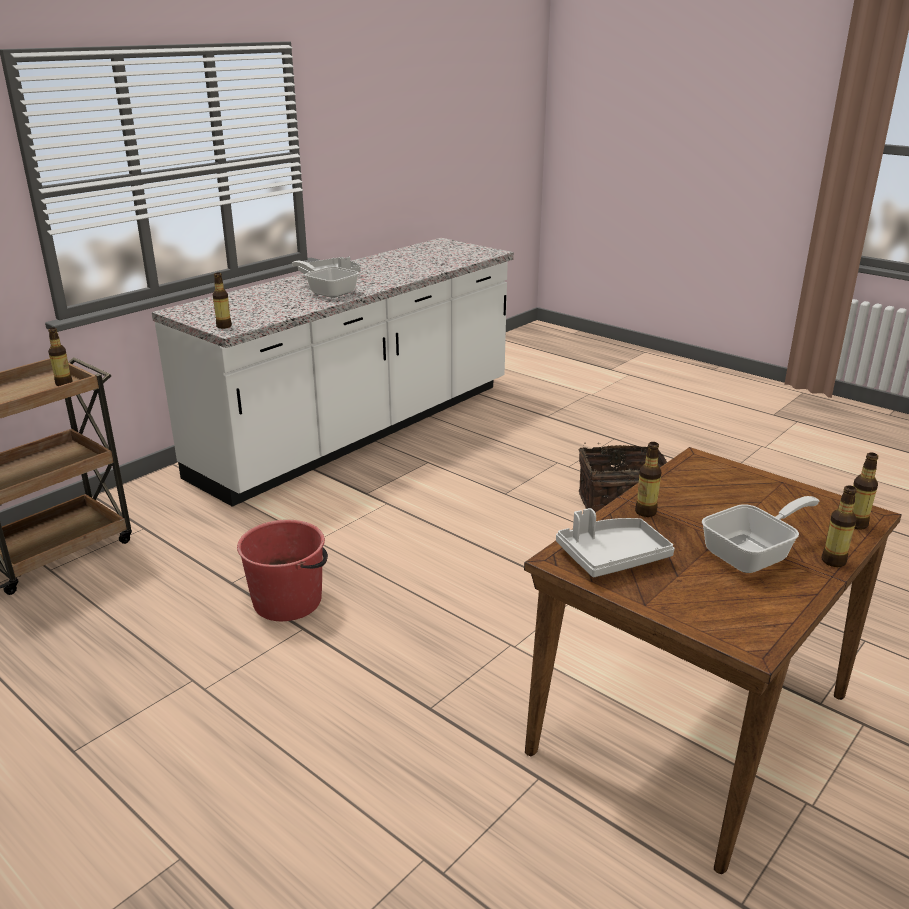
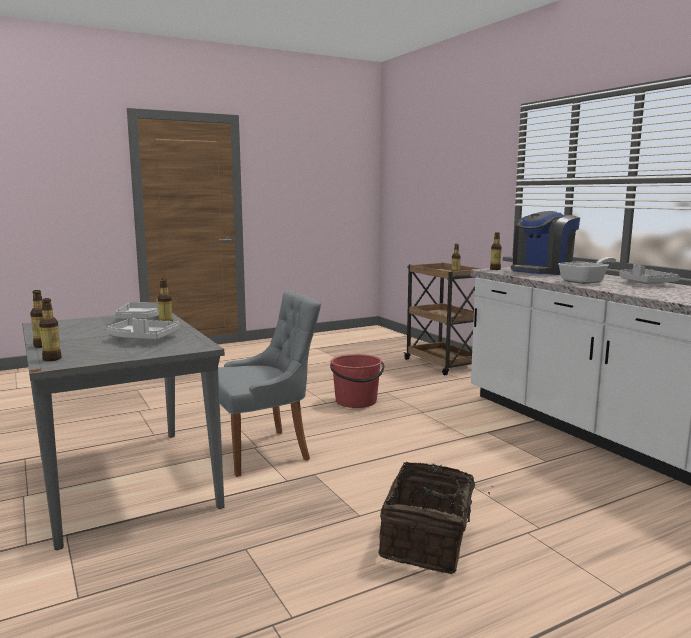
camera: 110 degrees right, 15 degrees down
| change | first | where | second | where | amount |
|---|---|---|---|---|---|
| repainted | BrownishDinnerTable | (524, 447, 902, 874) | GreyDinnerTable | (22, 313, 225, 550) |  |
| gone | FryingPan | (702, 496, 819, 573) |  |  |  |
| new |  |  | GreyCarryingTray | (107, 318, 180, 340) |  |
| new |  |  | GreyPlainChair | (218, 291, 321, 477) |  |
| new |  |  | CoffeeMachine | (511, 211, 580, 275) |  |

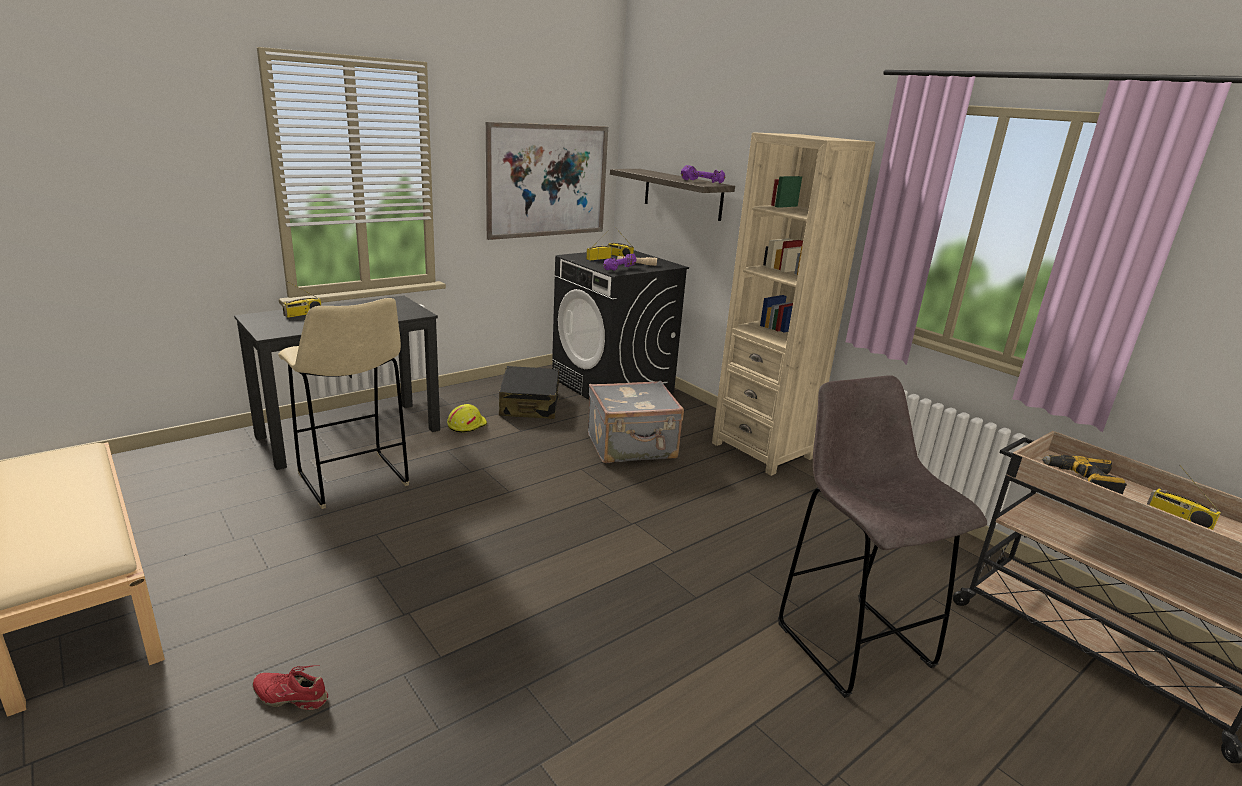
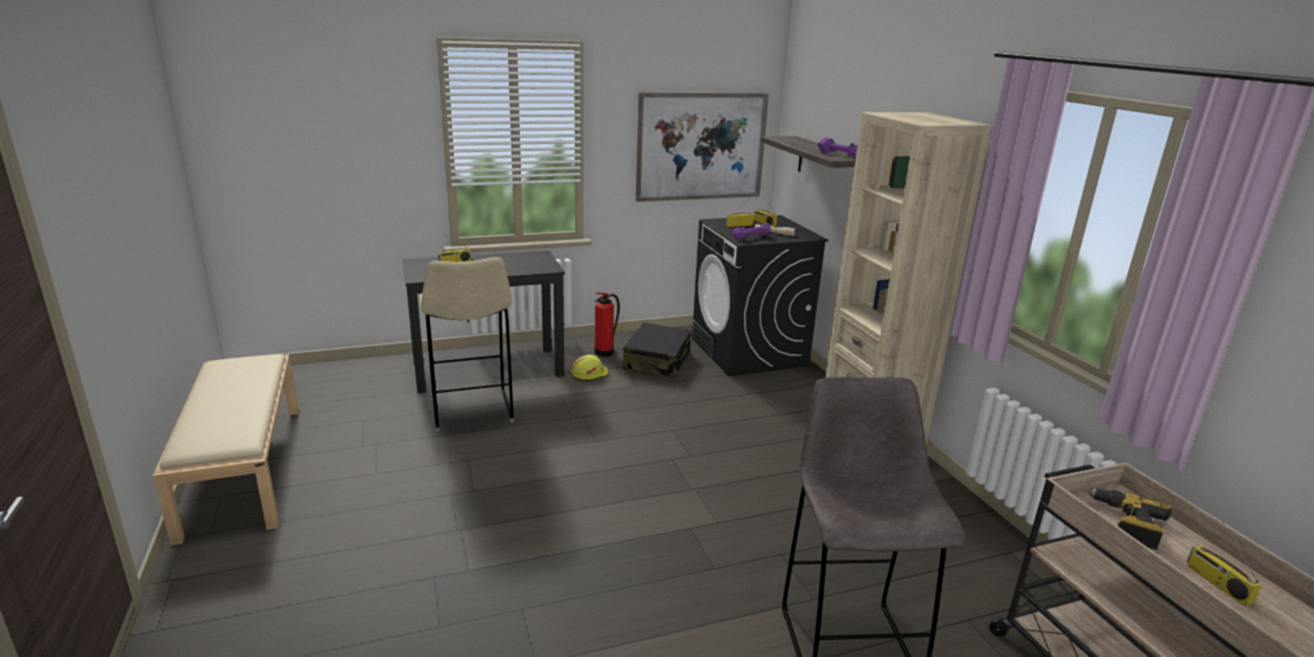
camera: 20 degrees right, 0 degrees up
| change | first | where | second | where | amount |
|---|---|---|---|---|---|
| gone | ReddishShoe | (252, 665, 328, 710) |  |  |  |
| gone | GreySuitcase | (588, 380, 684, 463) |  |  |  |
| new |  |  | FireExtinguisher | (594, 292, 620, 357) |  |

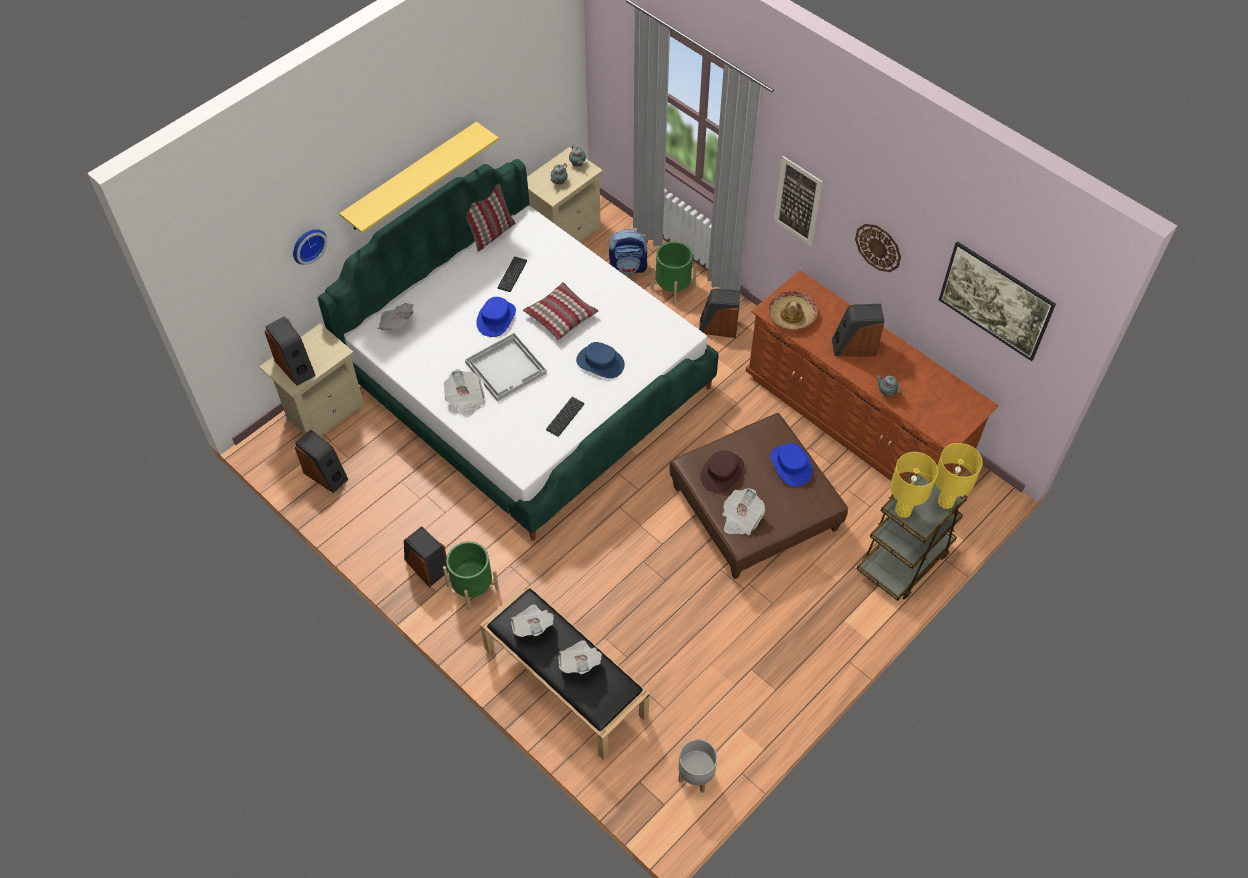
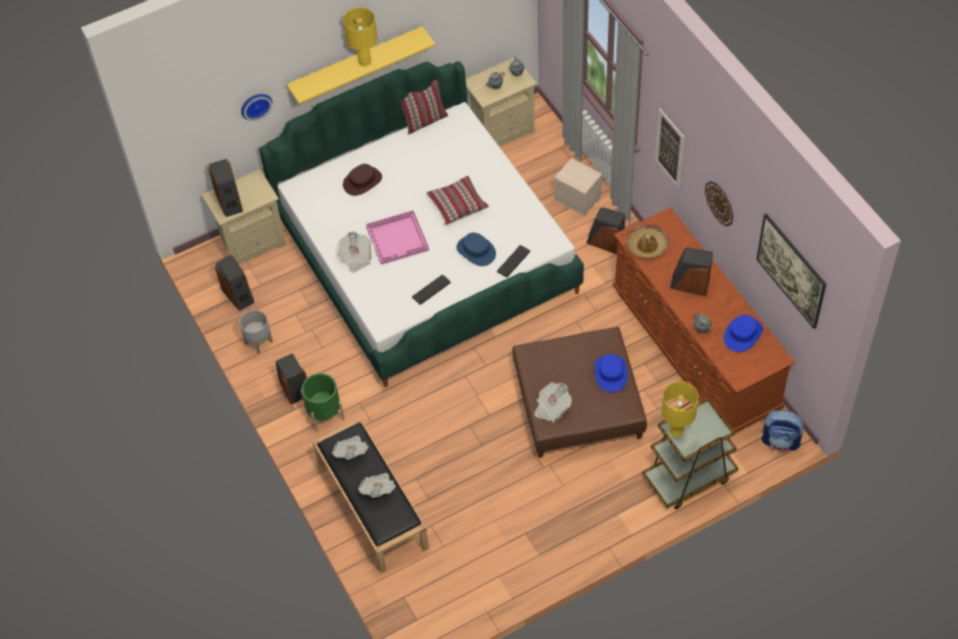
camera: 20 degrees right, 0 degrees up
| change | first | where | second | where | amount |
|---|---|---|---|---|---|
| gone | DailyPaper | (378, 303, 414, 330) |  |  |  |
| repainted | WhitishCarryingTray | (465, 333, 547, 401) | PinkishCarryingTray | (366, 210, 429, 265) |  |
| shifted | BlueColouredHat | (476, 297, 516, 337) |  | (724, 315, 763, 352) |  |
| shifted | Keyboard | (498, 257, 527, 292) |  | (497, 245, 530, 278) |  |
| shifted | Rucksack | (609, 229, 648, 274) |  | (761, 410, 805, 451) |  |
| swapped | GreenColouredPlantPot | (651, 242, 697, 305) | SandColouredStorageContainer | (554, 158, 602, 216) |  |
| shifted | GreyPlantPot | (678, 739, 717, 793) |  | (239, 310, 273, 354) |  |
| shifted | BrownishHat | (700, 450, 744, 493) |  | (343, 164, 382, 196) |  |
| shifted | YellowishTabletopLamp | (935, 443, 982, 509) |  | (343, 7, 377, 67) |  |

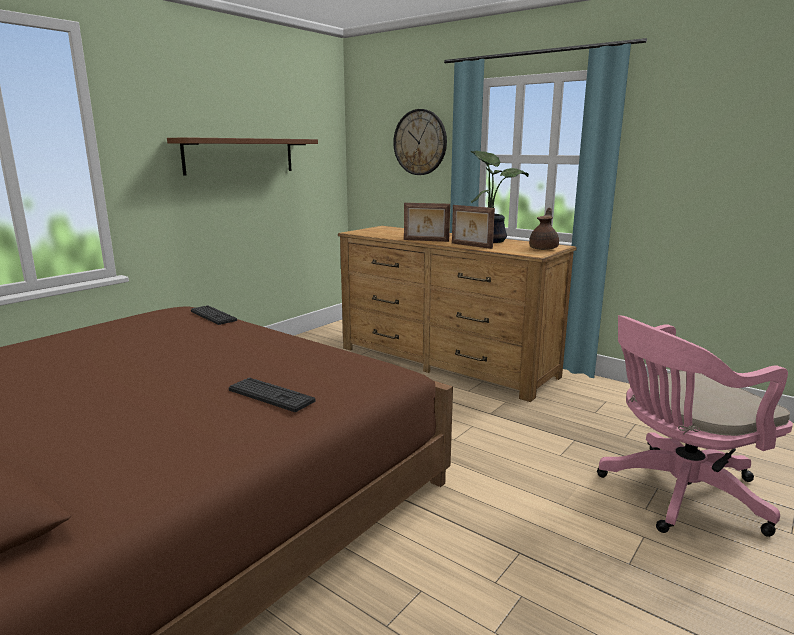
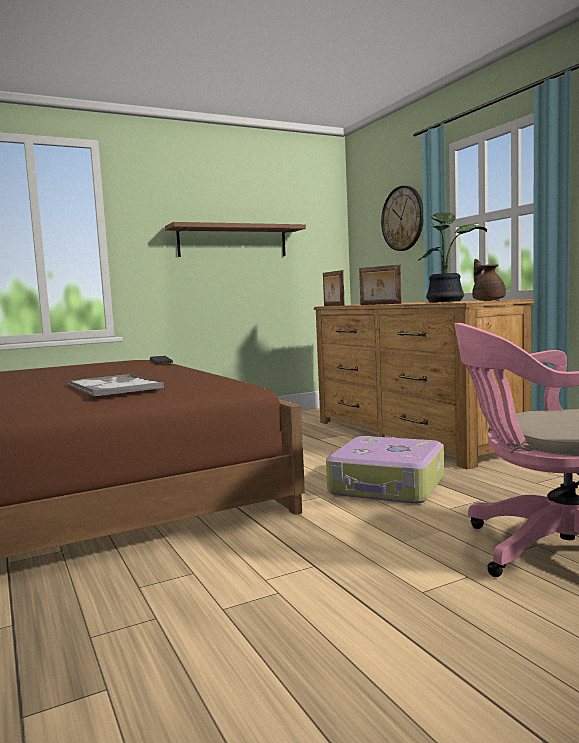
camera: 25 degrees right, 10 degrees down
| change | first | where | second | where | amount |
|---|---|---|---|---|---|
| swapped | Keyboard | (229, 377, 315, 412) | CarryingTray | (68, 374, 164, 397) |  |
| shifted | PictureFrame | (452, 205, 495, 249) |  | (323, 270, 345, 306) |  |
| rotated | BrownishPotForTea | (529, 208, 559, 250) |  | (472, 259, 506, 301) | 60 degrees counterclockwise |
| new |  |  | Suitcase | (326, 436, 444, 504) |  |

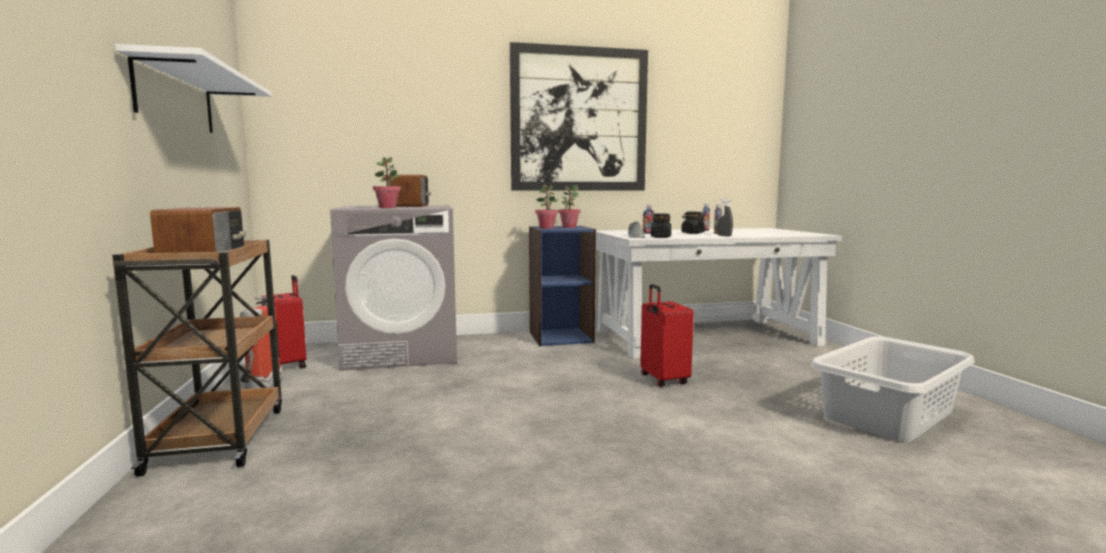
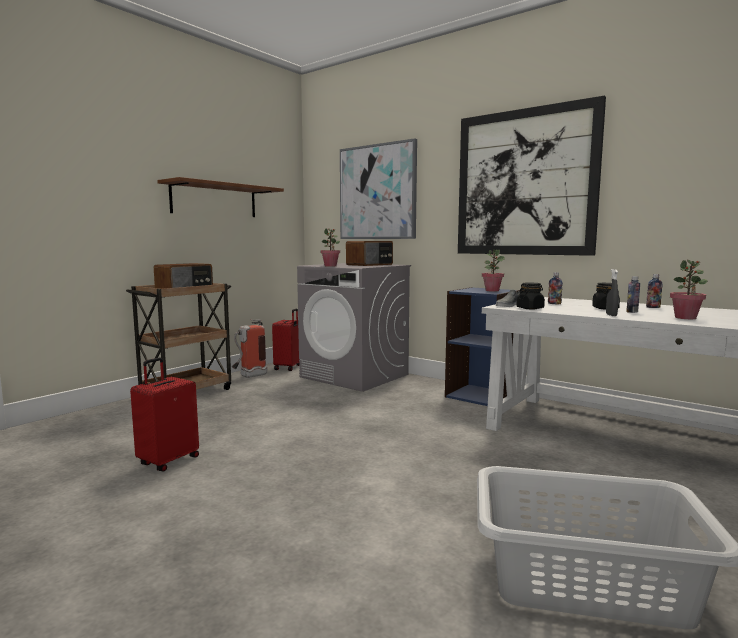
camera: 50 degrees right, 0 degrees up
| change | first | where | second | where | amount |
|---|---|---|---|---|---|
| repainted | WhitishShelf | (115, 44, 272, 133) | BrownishShelf | (157, 177, 284, 217) |  |
| shifted | PottedPlant | (535, 184, 558, 229) |  | (670, 260, 708, 319) |  |
| shifted | ReddishSuitcase | (640, 284, 694, 387) |  | (130, 358, 199, 472) |  |
| new |  |  | WallArt | (340, 138, 417, 239) |  |

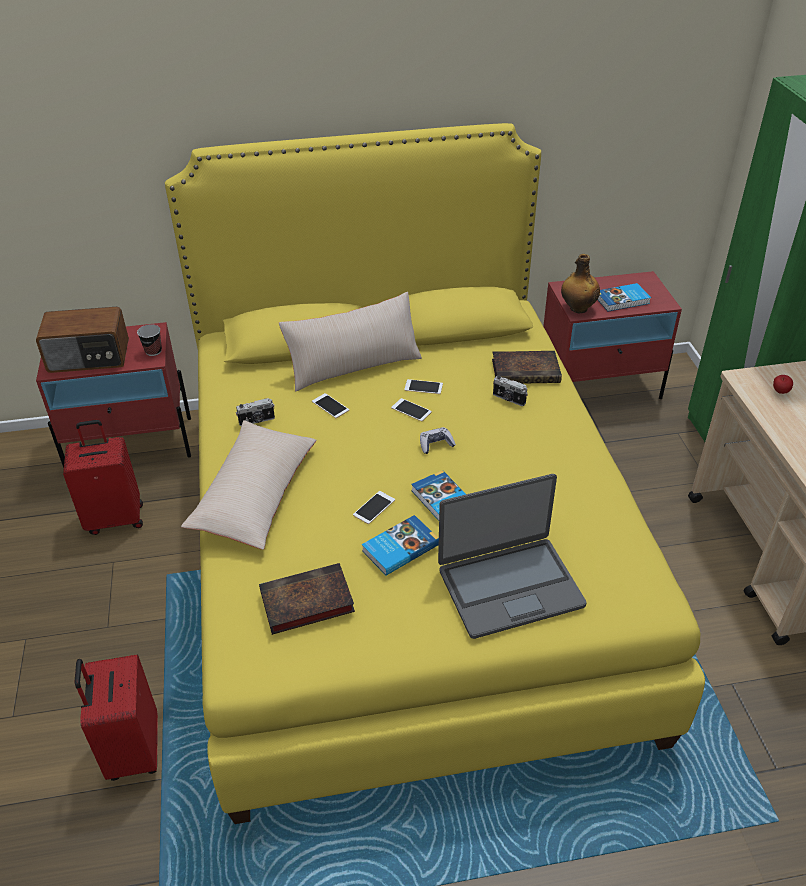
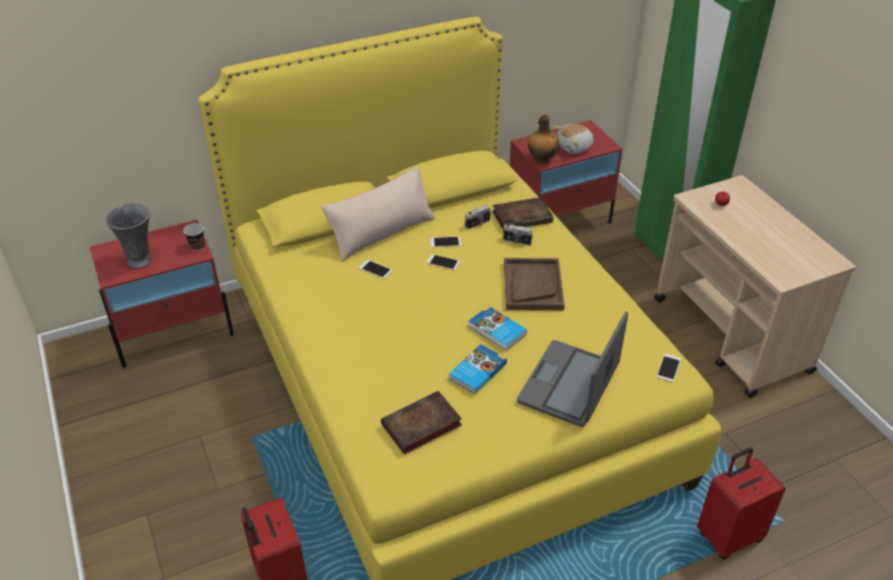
camera: 15 degrees left, 0 degrees up
| change | first | where | second | where | amount |
|---|---|---|---|---|---|
| swapped | RadioReceiver | (36, 307, 129, 373) | GreyFlowerVase | (105, 203, 152, 269) |  |
| shifted | ReddishSuitcase | (63, 420, 143, 535) |  | (697, 447, 786, 560) |  |
| gone | SandColouredThrowPillow | (181, 420, 316, 550) |  |  |  |
| shifted | StillCamera | (236, 398, 275, 426) |  | (465, 205, 491, 229) |  |
| shifted | Phone | (353, 491, 395, 524) |  | (656, 354, 681, 382) |  |
| gone | Gamepad | (420, 427, 456, 454) |  |  |  |
| rotated | NotebookComputer | (438, 474, 587, 639) |  | (517, 311, 628, 427) | 150 degrees clockwise |
| swapped | Volume | (597, 283, 651, 311) | PlushToy | (553, 124, 594, 154) |  |
| new |  |  | BrownishCarryingTray | (504, 258, 565, 310) |  |

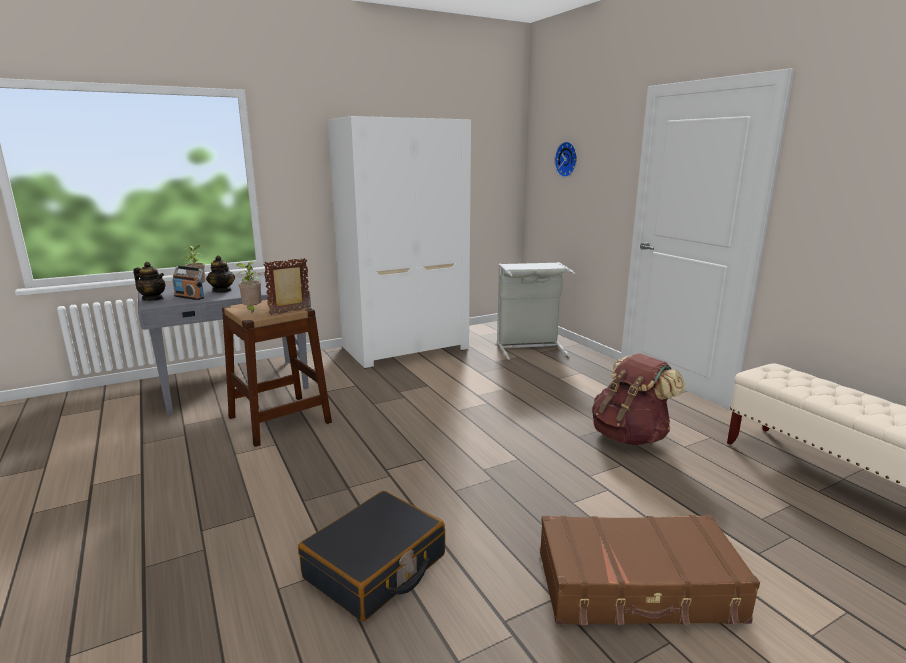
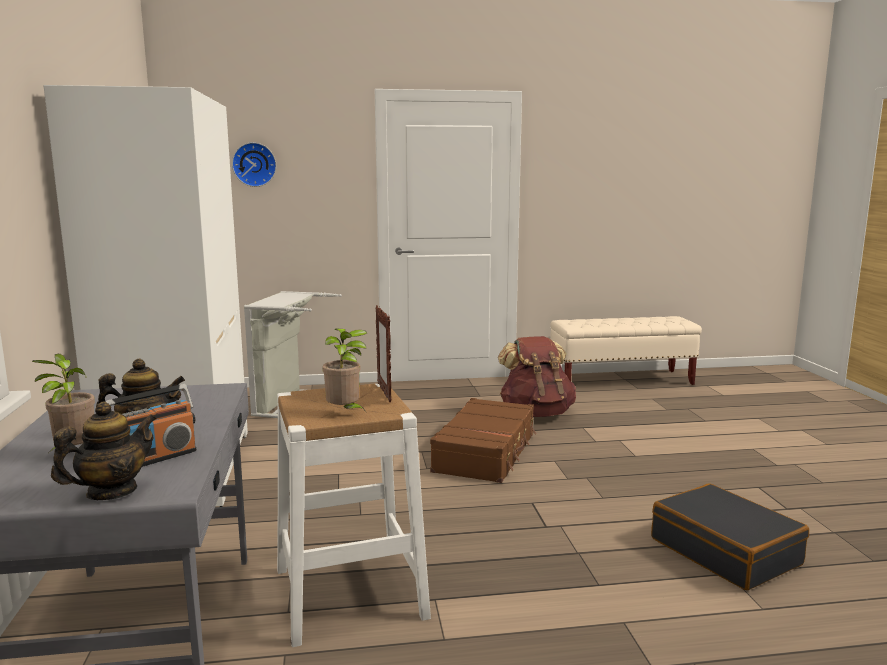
camera: 70 degrees left, 5 degrees down
| change | first | where | second | where | amount |
|---|---|---|---|---|---|
| repainted | BrownishSittingStool | (222, 300, 332, 447) | WhitishSittingStool | (277, 384, 431, 647) |  |
| shifted | BrownishSuitcase | (540, 515, 760, 625) |  | (430, 398, 536, 483) |  |

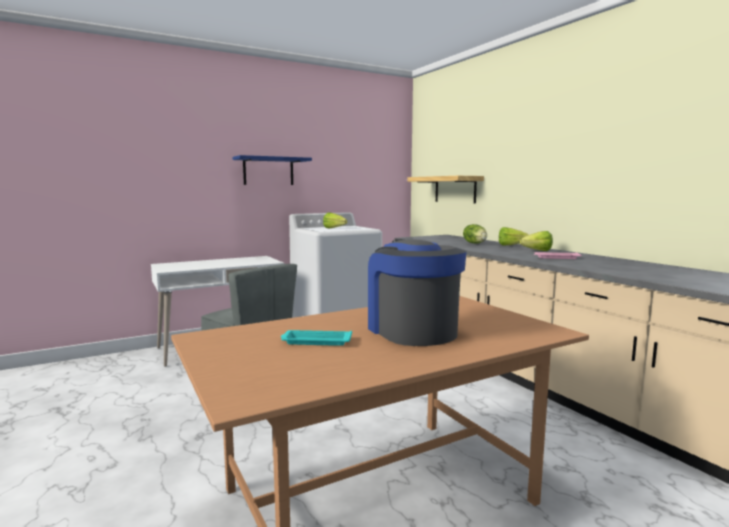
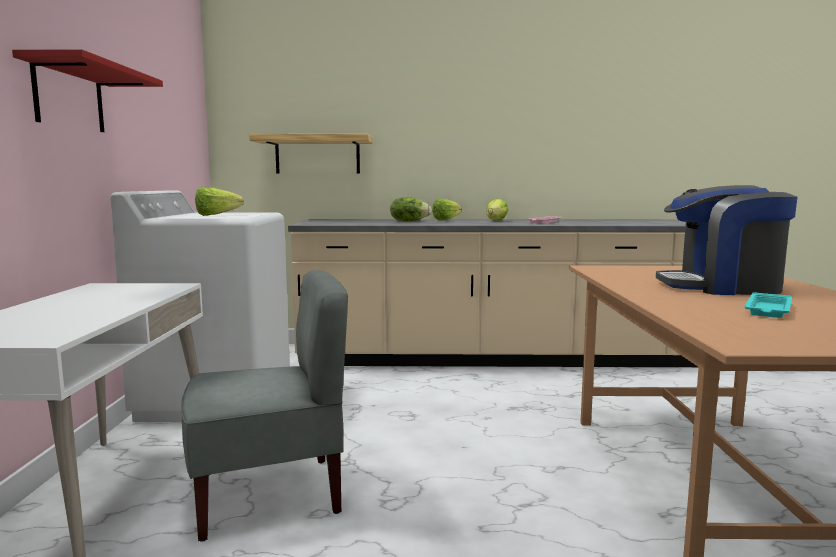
camera: 60 degrees left, 0 degrees up
| change | first | where | second | where | amount |
|---|---|---|---|---|---|
| repainted | BlueColouredShelf | (233, 155, 312, 185) | ReddishShelf | (12, 49, 163, 132) |  |

